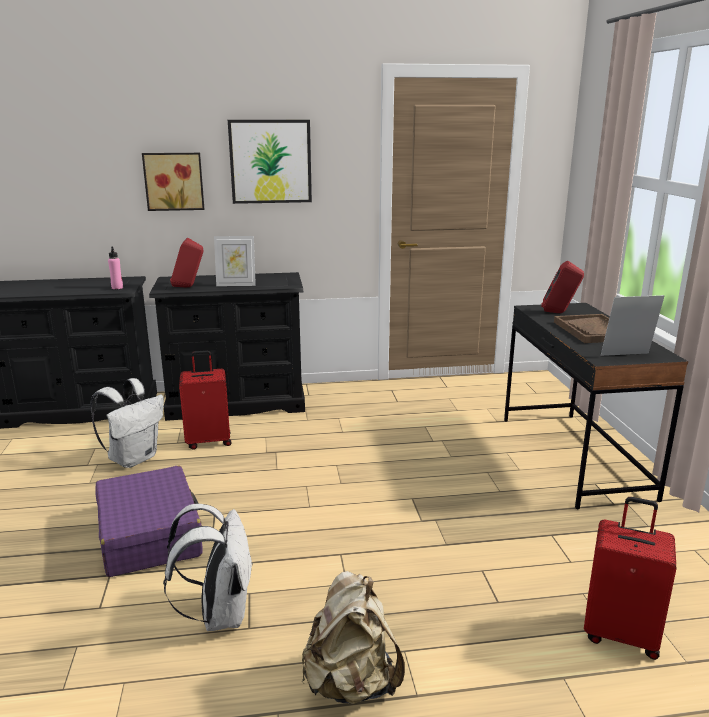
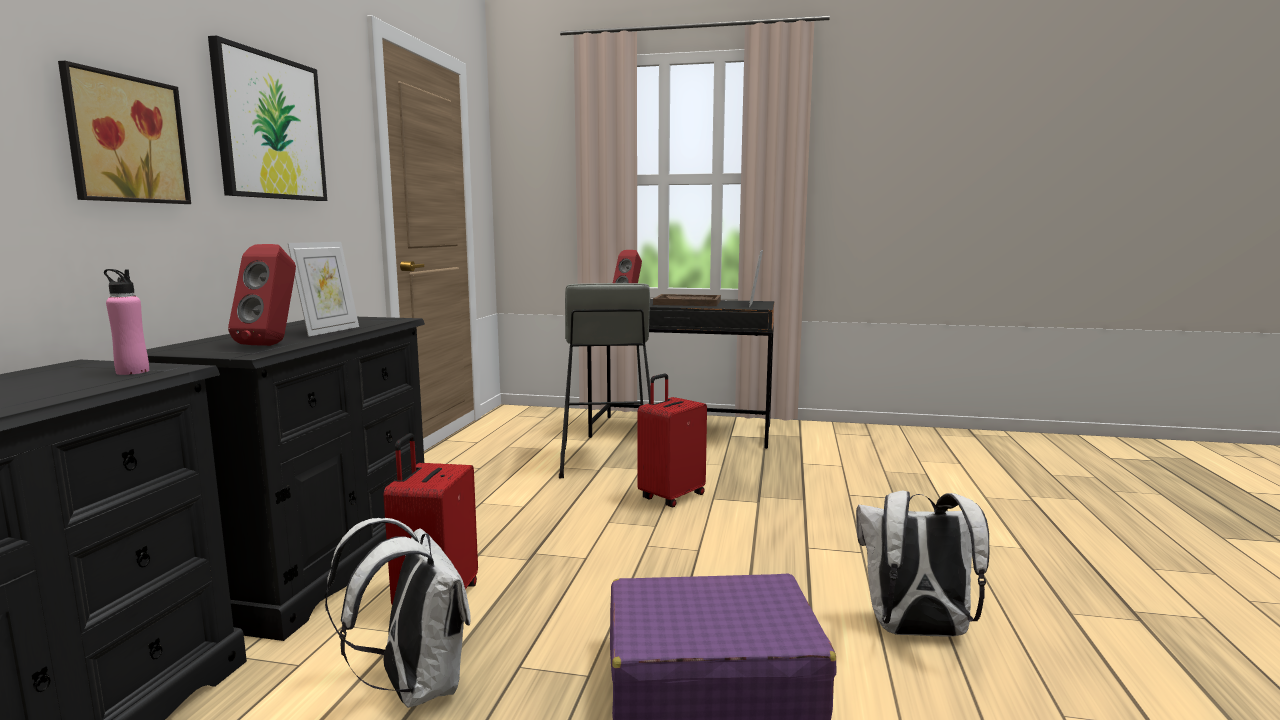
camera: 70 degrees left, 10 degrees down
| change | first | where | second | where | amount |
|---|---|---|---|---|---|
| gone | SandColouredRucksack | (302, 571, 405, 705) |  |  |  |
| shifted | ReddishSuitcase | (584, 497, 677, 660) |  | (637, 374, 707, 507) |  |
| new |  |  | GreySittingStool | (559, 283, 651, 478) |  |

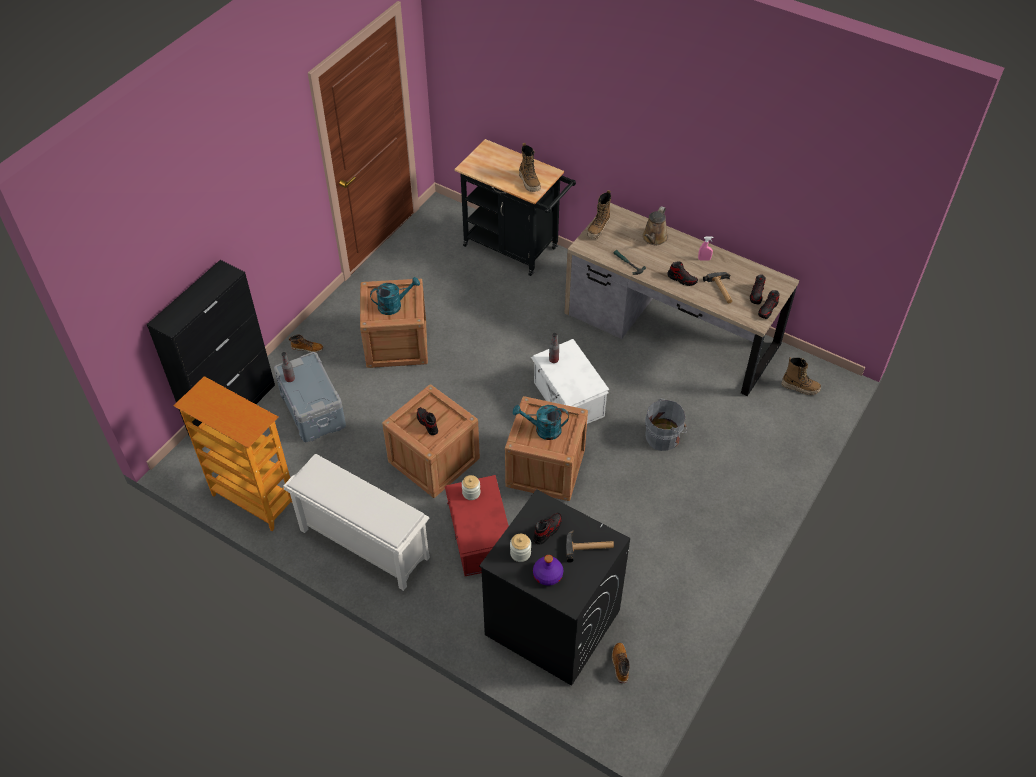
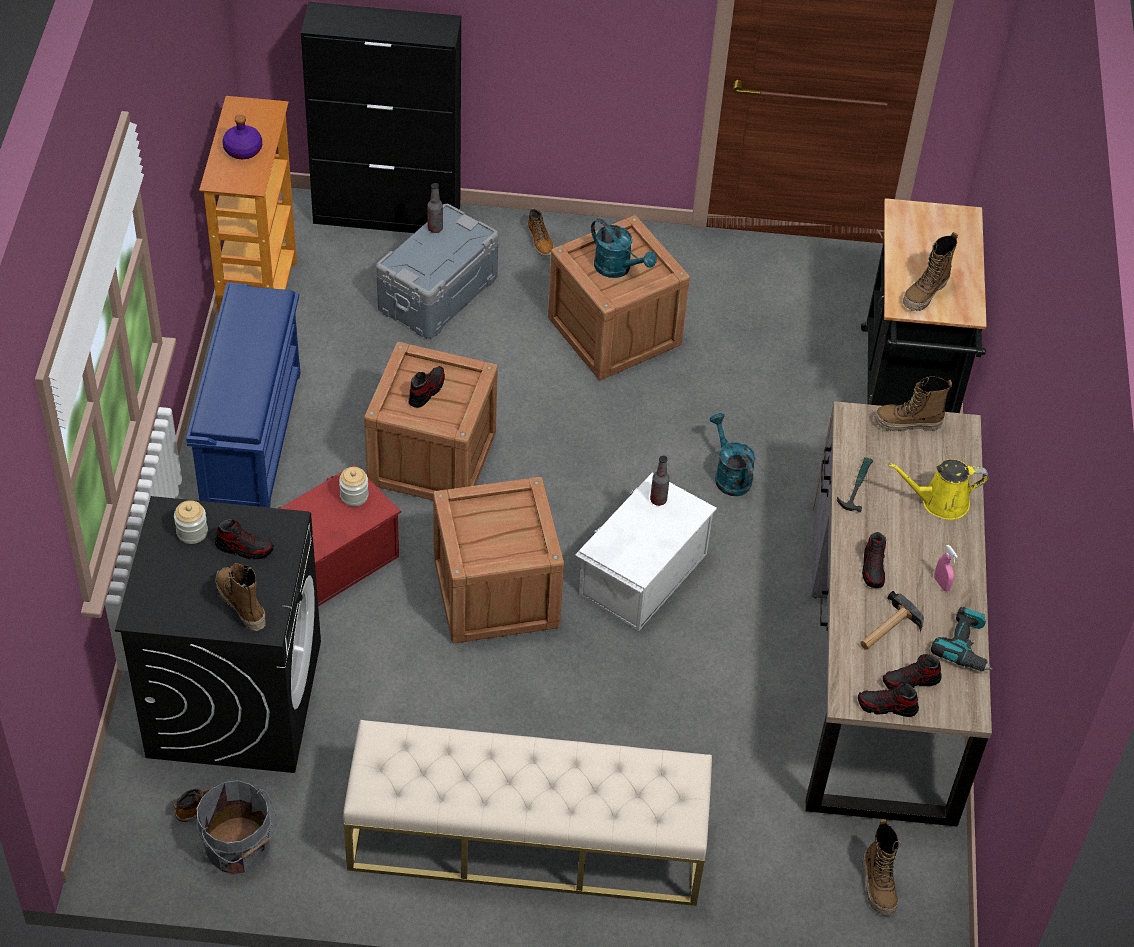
camera: 60 degrees right, 0 degrees up
| change | first | where | second | where | amount |
|---|---|---|---|---|---|
| repainted | WhitishShoeStand | (283, 454, 430, 591) | BlueColouredShoeStand | (186, 282, 300, 508) |  |
| shifted | BlueGreenSprinklingCan | (513, 405, 569, 440) |  | (709, 413, 755, 496) |  |
| shifted | PurpleBottle | (533, 555, 563, 586) |  | (222, 115, 262, 159) |  |
| swapped | HandHammer | (566, 530, 614, 563) | Boot | (215, 563, 266, 631) |  |
| repainted | BrownishSprinklingCan | (642, 206, 668, 245) | YellowishSprinklingCan | (888, 459, 989, 520) |  |
| shifted | GreyPail | (645, 398, 687, 451) |  | (197, 780, 278, 874) |  |
| new |  |  | SandColouredBench | (343, 720, 712, 906) |  |
| new |  |  | ElectricDrill | (931, 607, 992, 672) |  |

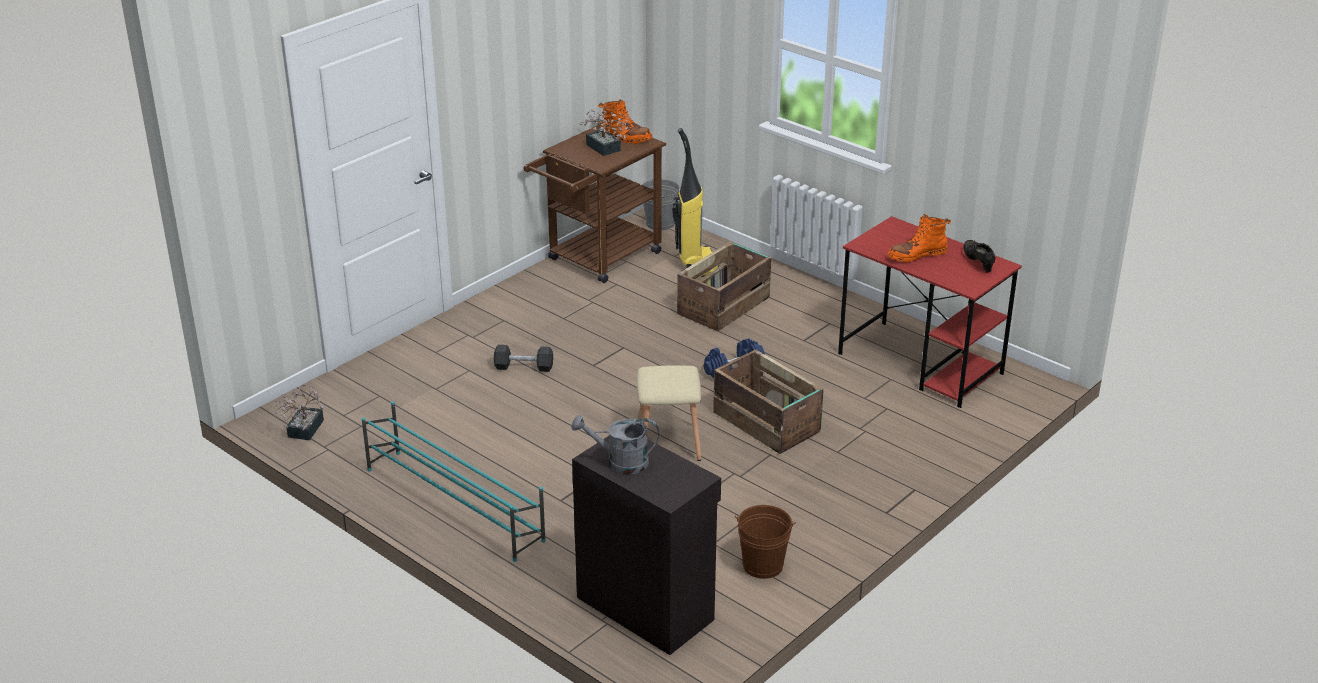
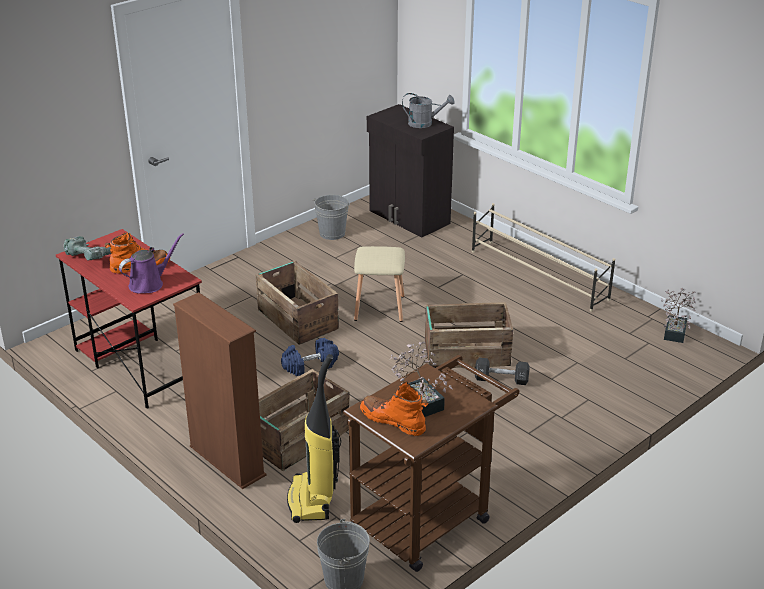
camera: 175 degrees left, 0 degrees up
| change | first | where | second | where | amount |
|---|---|---|---|---|---|
| repainted | BlueGreenShoeStand | (362, 401, 546, 562) | SandColouredShoeStand | (472, 203, 615, 312) |  |
| repainted | BrownishPail | (735, 505, 796, 579) | GreyPail | (312, 195, 350, 240) |  |
| swapped | BlackColouredShoe | (963, 240, 995, 273) | ElectricDrill | (64, 236, 111, 261) |  |
| new |  |  | PurpleSprinklingCan | (119, 233, 184, 294) |  |
| new |  |  | BrownishBookshelf | (173, 292, 266, 489) |  |
| new |  |  | PackingCrate | (425, 302, 513, 368) |  |

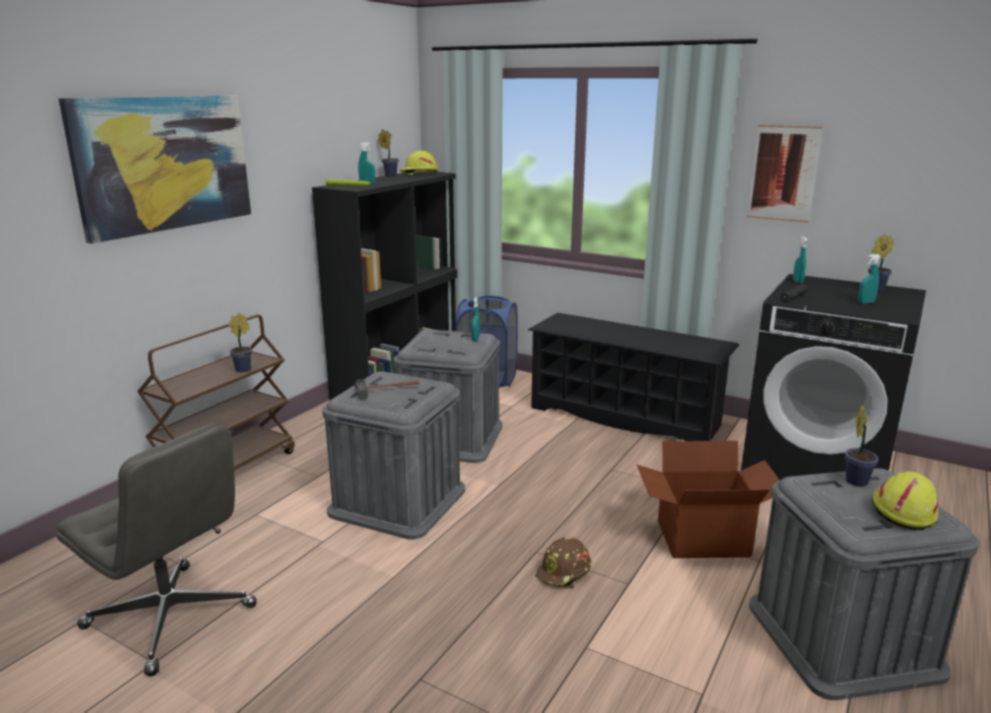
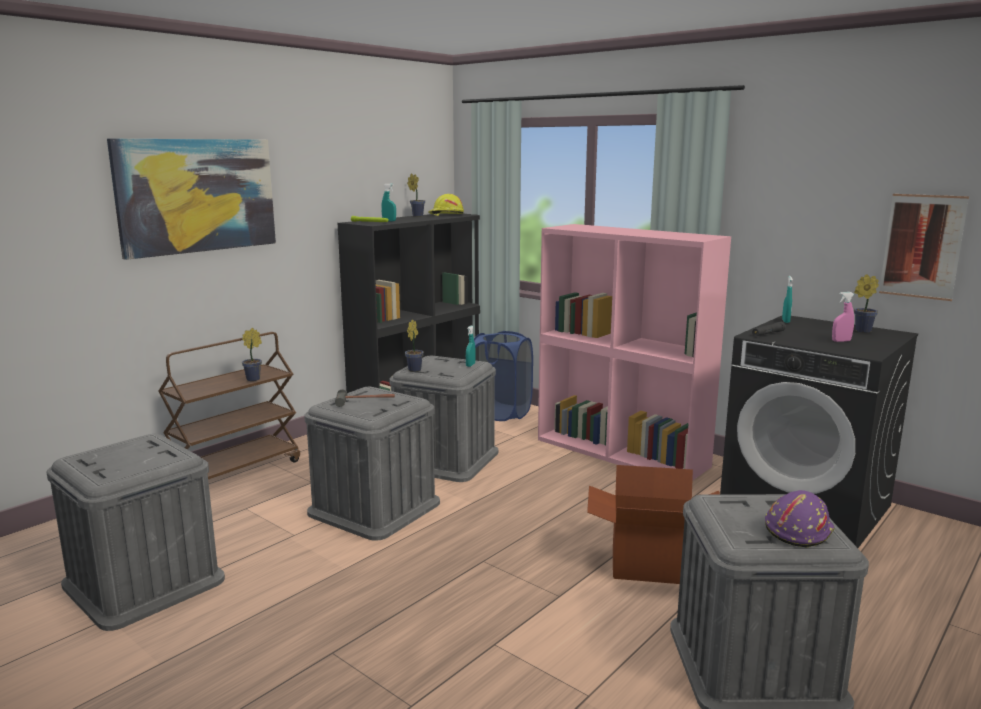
camera: 10 degrees right, 5 degrees down
| change | first | where | second | where | amount |
|---|---|---|---|---|---|
| swapped | GreyOfficeChair | (57, 423, 257, 676) | GreyStorageContainer | (47, 434, 225, 631) |  |
| swapped | BlackColouredShoeStand | (528, 313, 739, 441) | PinkishBookshelf | (538, 224, 731, 481) |  |
| gone | BrownishHardHat | (535, 537, 591, 589) |  |  |  |
| shifted | WallArt | (747, 125, 823, 223) |  | (879, 194, 969, 301) |  |
| shifted | PottedPlant | (845, 404, 879, 487) |  | (405, 319, 424, 372) |  |
| repainted | BlueGreenSprayer | (858, 254, 881, 304) | PinkishSprayer | (832, 292, 854, 342) |  |
| repainted | YellowishHardHat | (872, 471, 938, 530) | PurpleHardHat | (765, 490, 834, 548) |  |

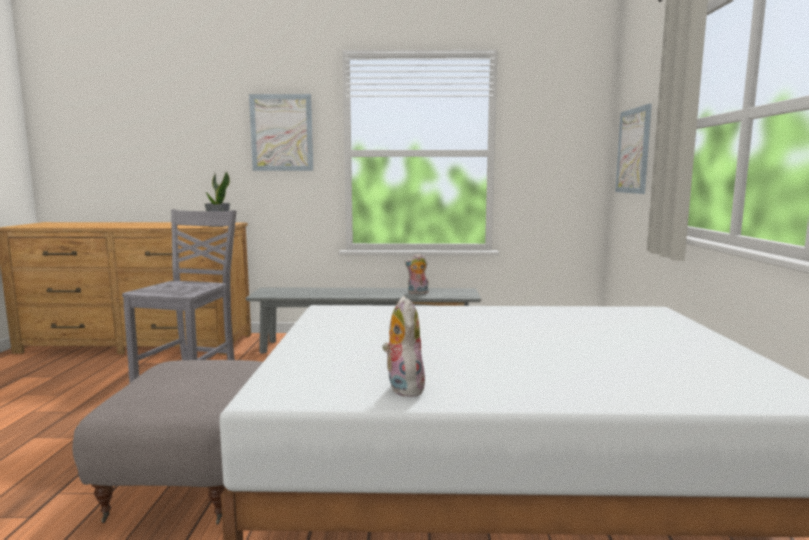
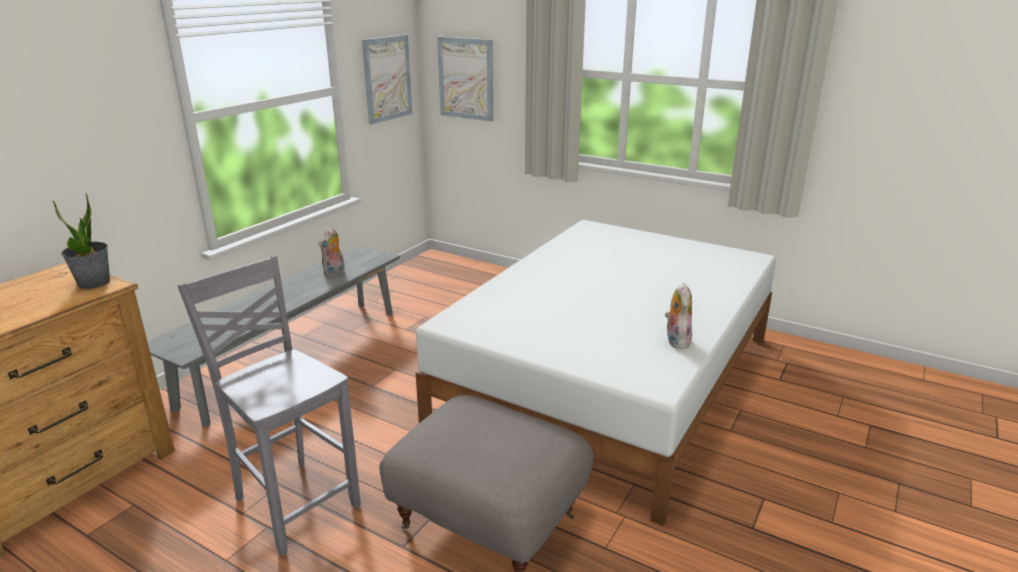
camera: 60 degrees left, 15 degrees up
| change | first | where | second | where | amount |
|---|---|---|---|---|---|
| shifted | WallArt | (249, 94, 313, 171) |  | (362, 35, 412, 125) |  |
| rotated | PlushToy | (382, 296, 425, 397) |  | (665, 282, 692, 349) | 75 degrees clockwise |

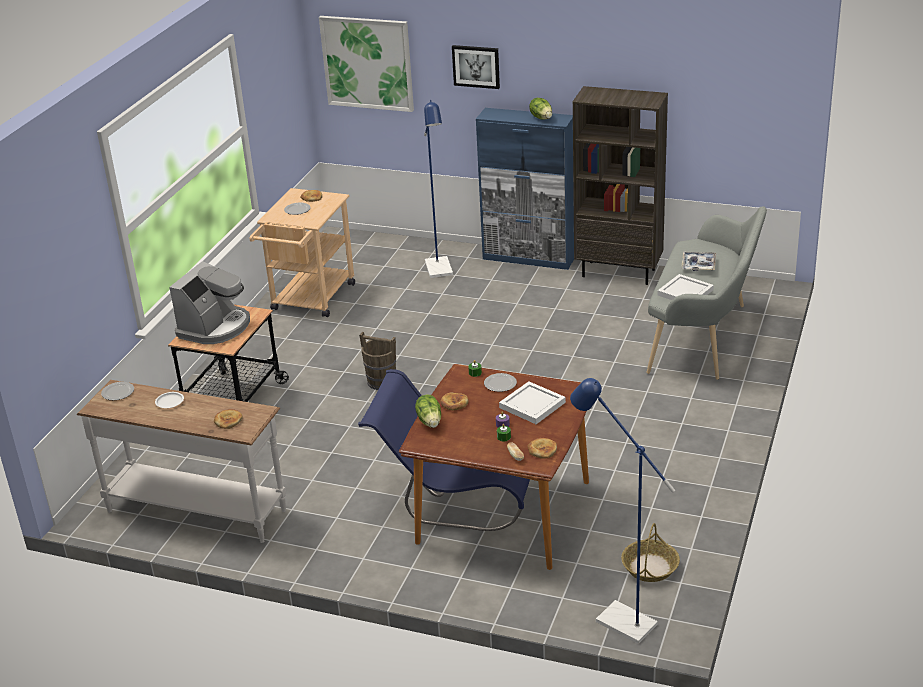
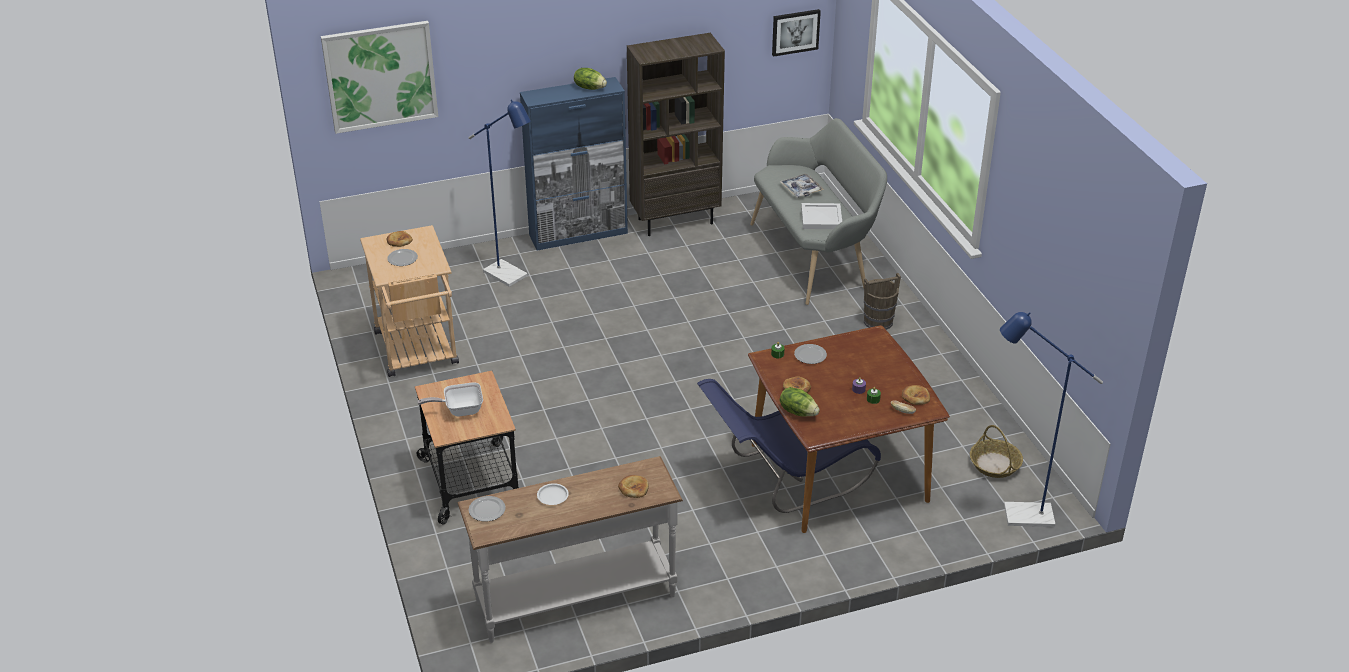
camera: 40 degrees left, 5 degrees up
| change | first | where | second | where | amount |
|---|---|---|---|---|---|
| swapped | CoffeeMachine | (169, 261, 250, 344) | FryingPan | (417, 382, 483, 417) |  |
| shifted | BrownishPail | (359, 332, 396, 390) |  | (864, 273, 901, 330) |  |
| shifted | WallArt | (452, 45, 500, 89) |  | (772, 9, 821, 57) |  |
| gone | WhitishCarryingTray | (499, 381, 566, 424) |  |  |  |

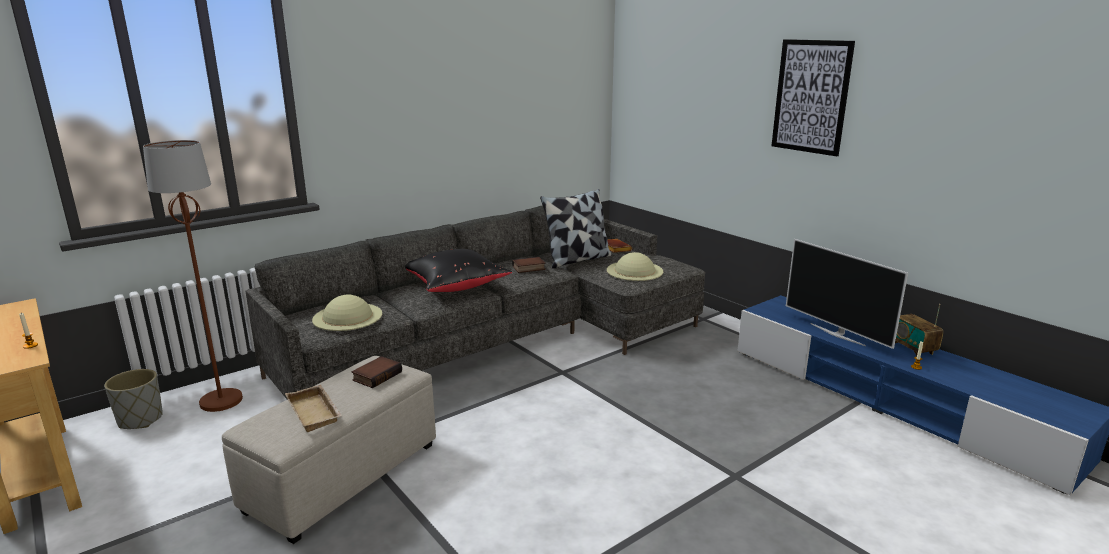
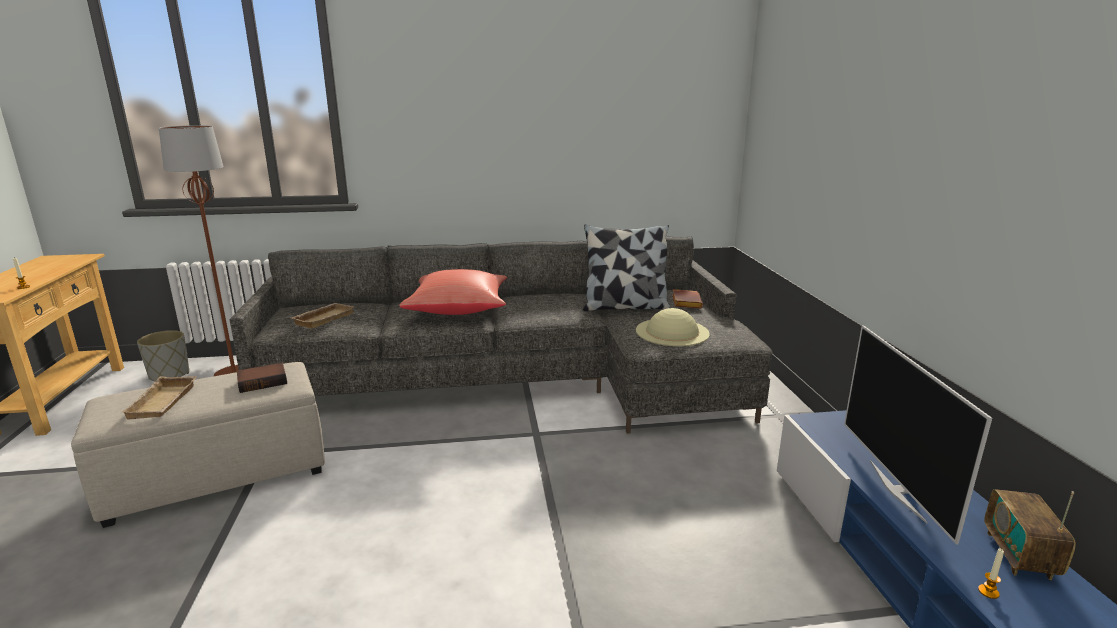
camera: 30 degrees right, 0 degrees up
| change | first | where | second | where | amount |
|---|---|---|---|---|---|
| swapped | SandColouredHat | (312, 295, 382, 331) | SandColouredCarryingTray | (292, 303, 354, 329) |  |
| repainted | BlackColouredThrowPillow | (405, 249, 512, 292) | ReddishThrowPillow | (399, 269, 507, 315) |  |
| gone | Volume | (512, 257, 546, 273) |  |  |  |
| gone | WallArt | (771, 39, 855, 156) |  |  |  |

